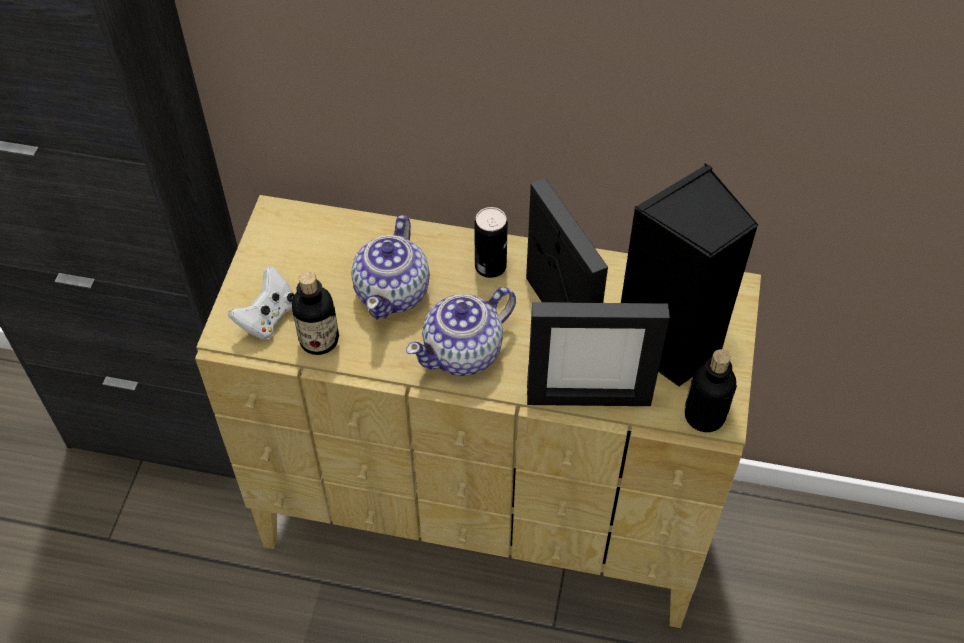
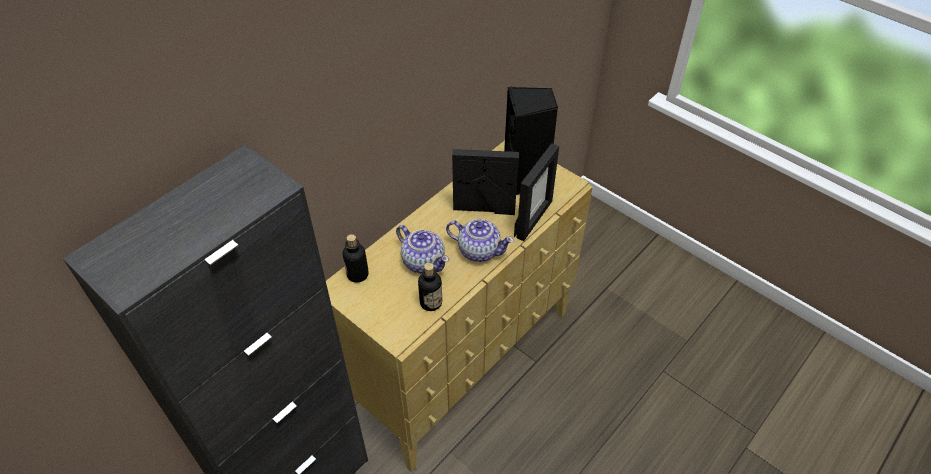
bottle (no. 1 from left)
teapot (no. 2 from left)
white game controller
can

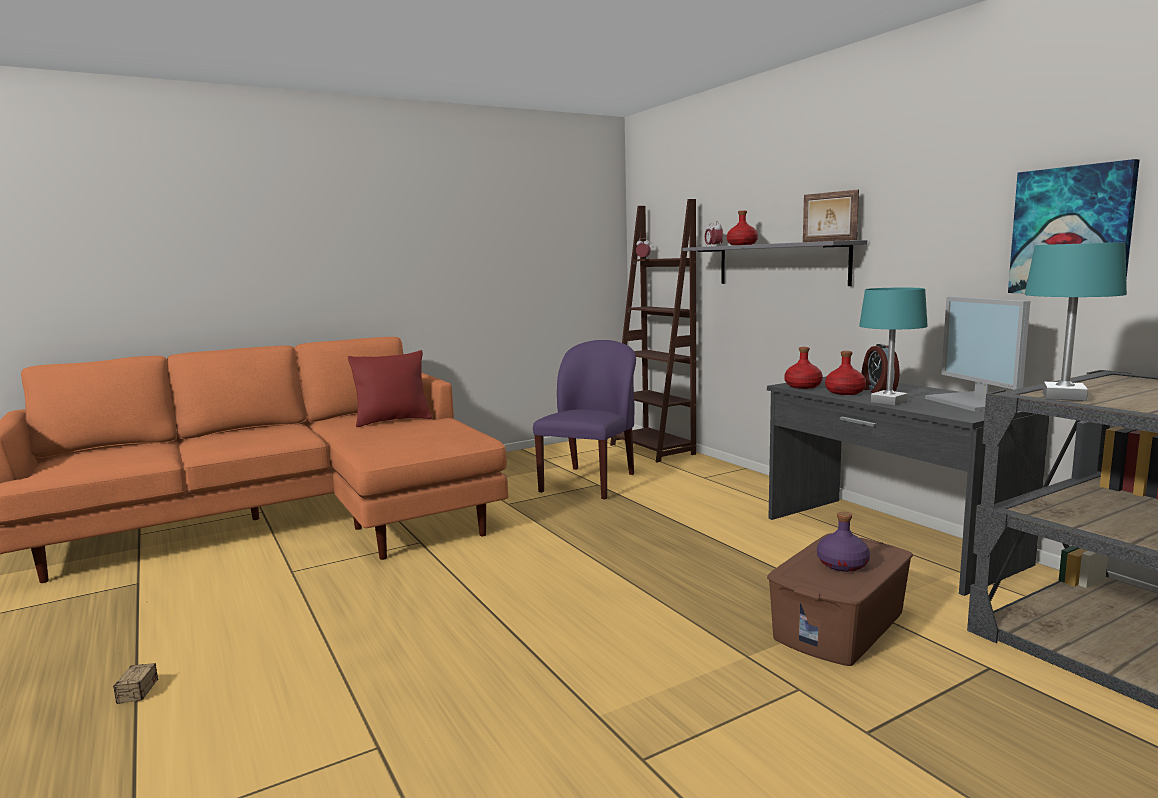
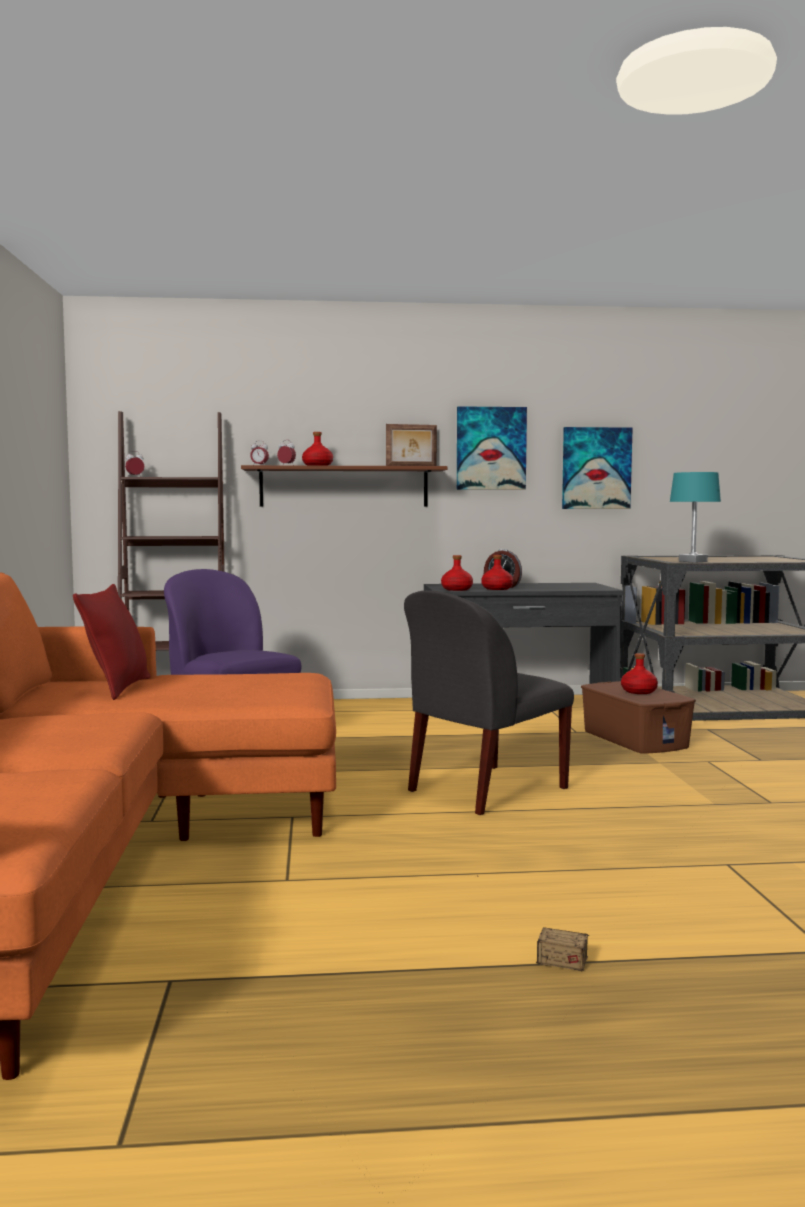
brown shelf
grey chair
picture (no. 1 from left)
red bottle (no. 4 from left)
turquoise table lamp (no. 1 from left in the first image)
monitor

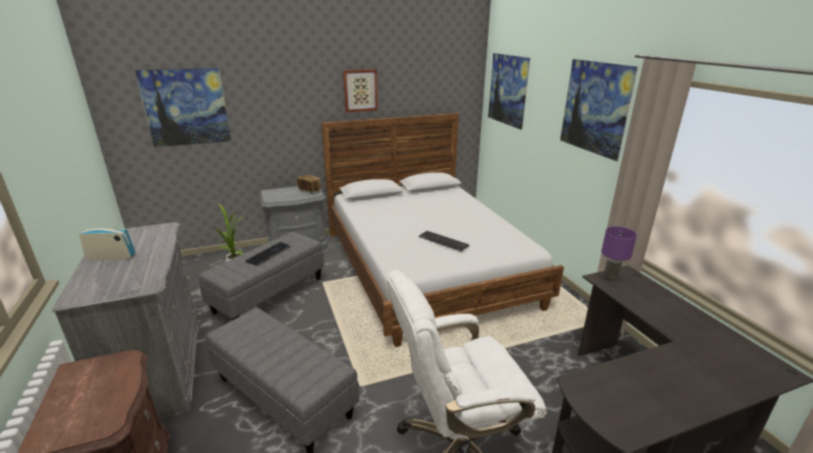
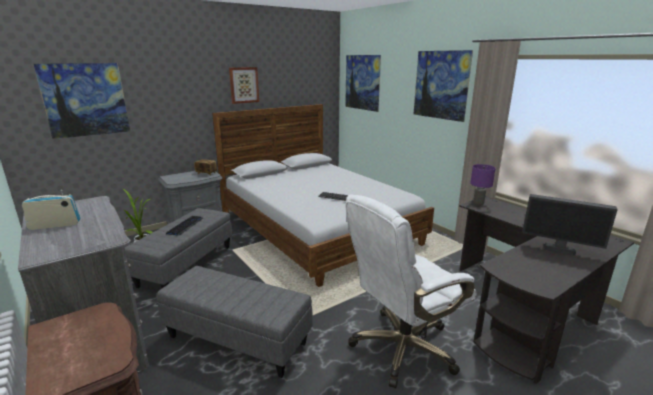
monitor

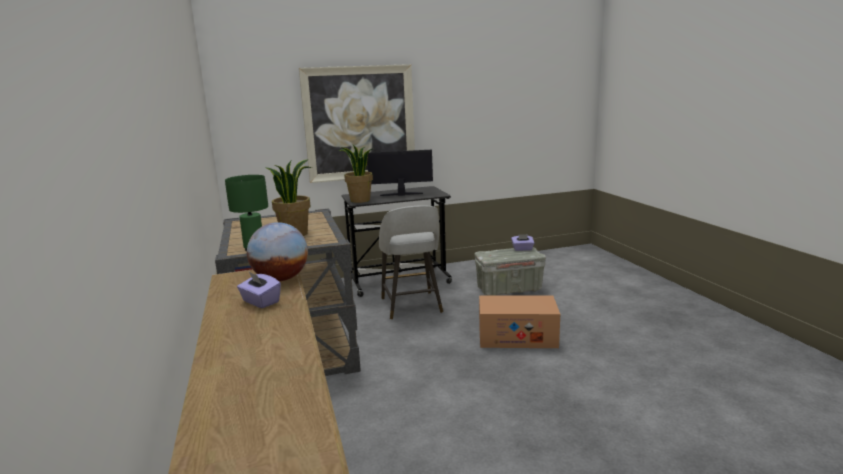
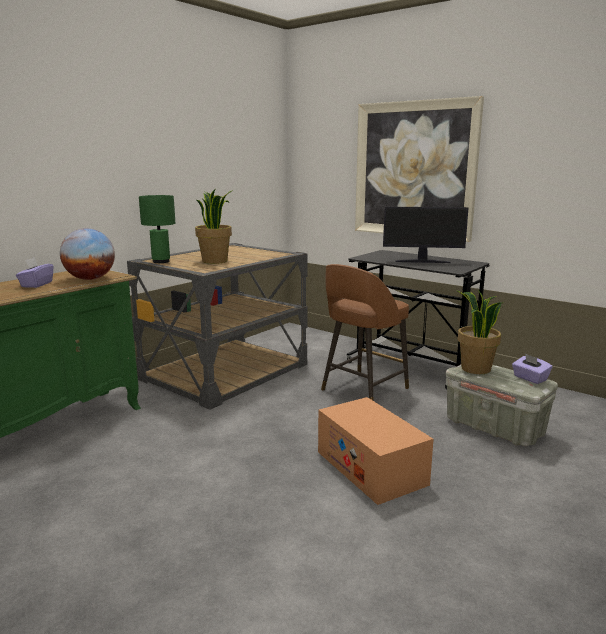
brown stool
monitor
potted plant (no. 2 from left)

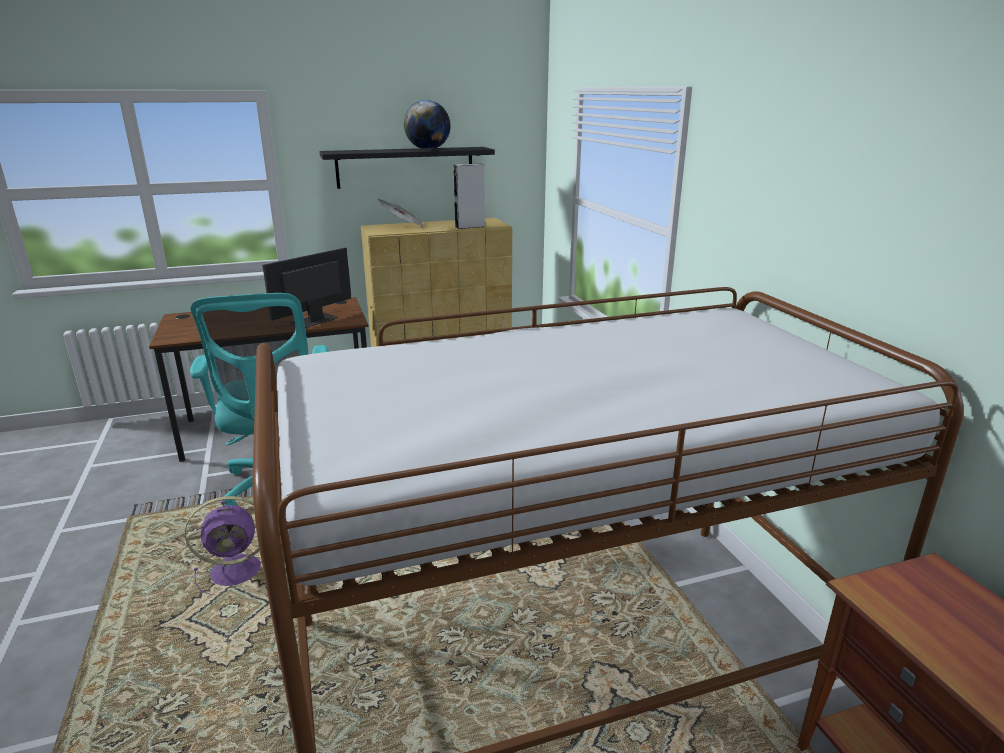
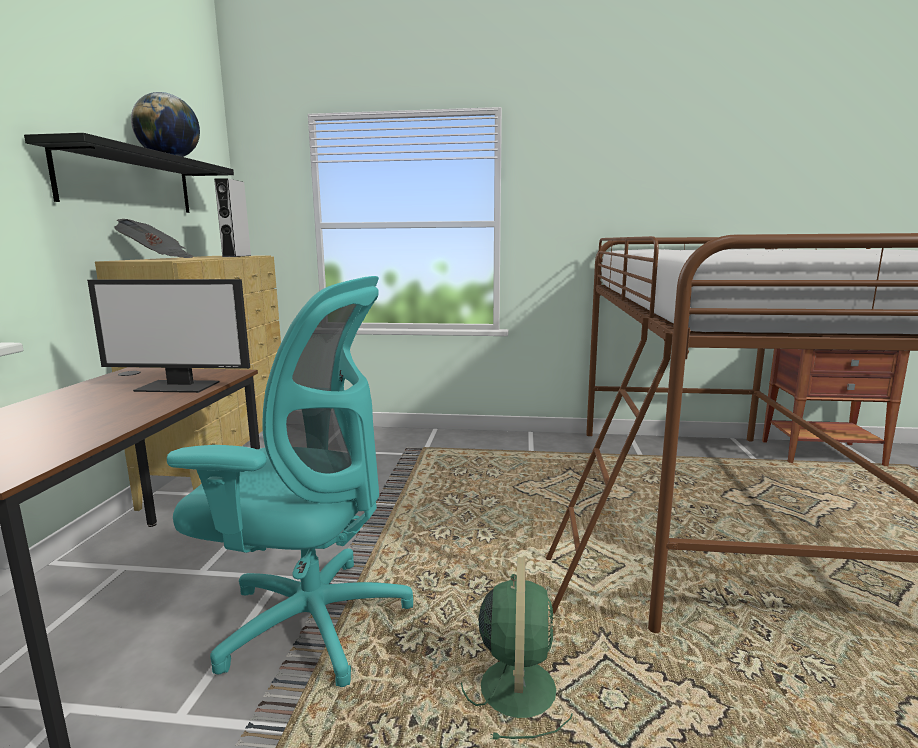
monitor
green fan

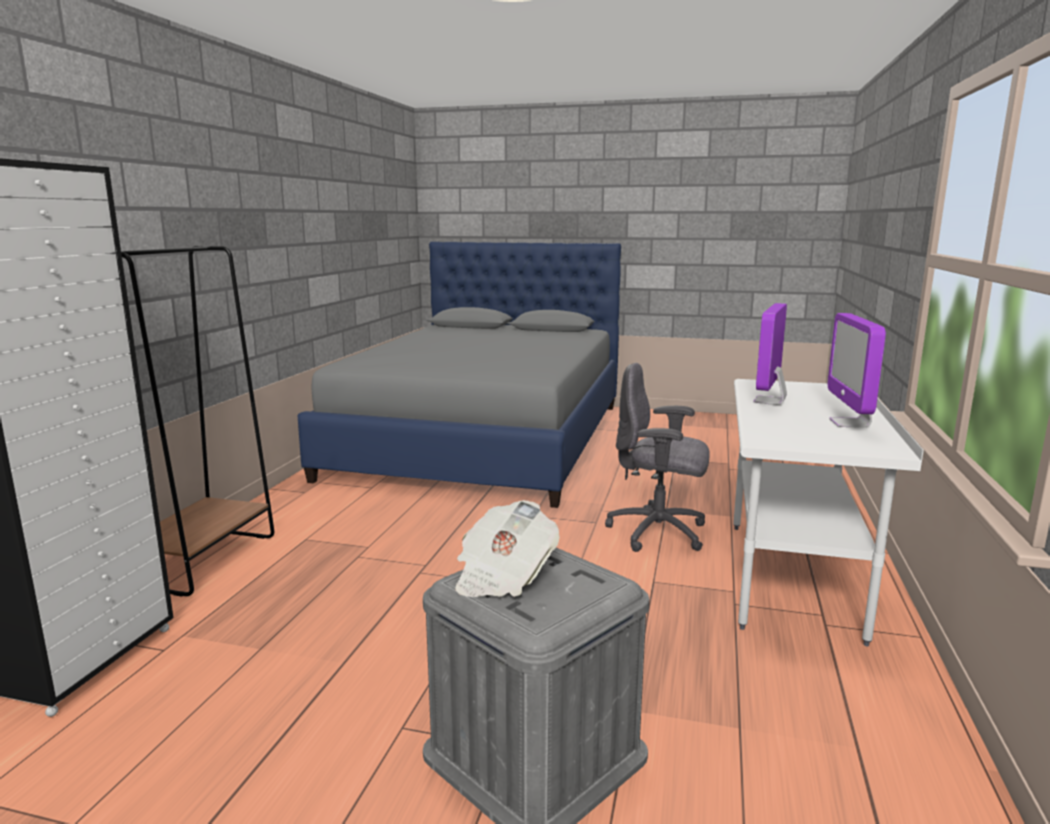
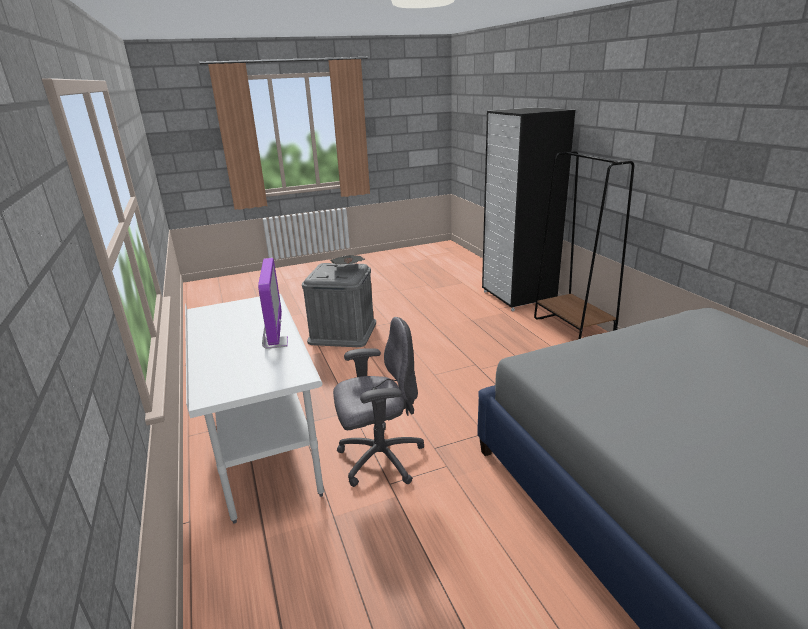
monitor (no. 2 from left in the first image)

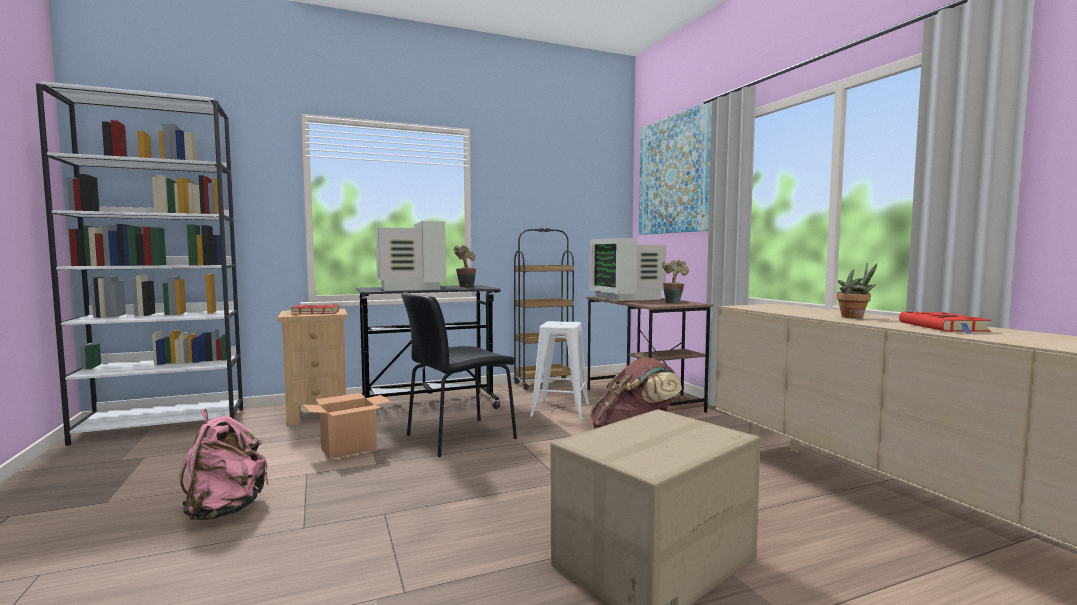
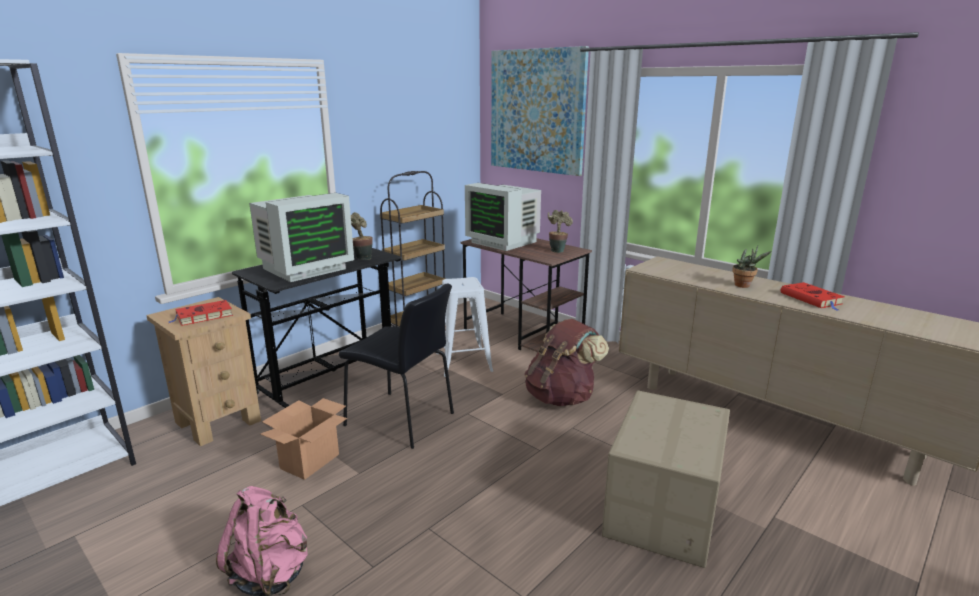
monitor (no. 1 from left)
black chair

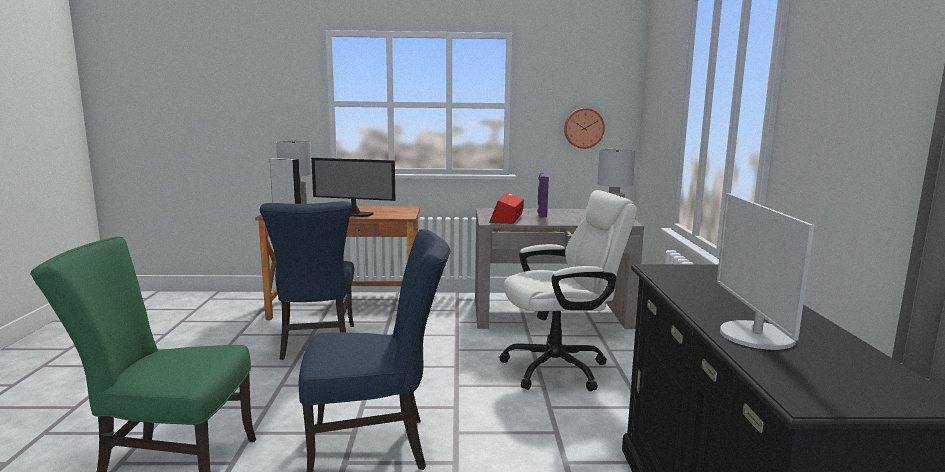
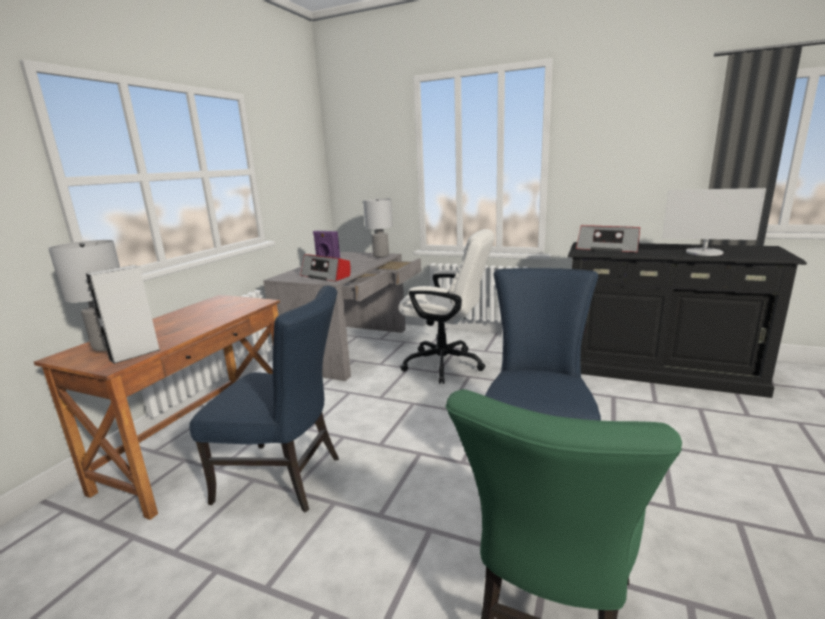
white office chair
radio (no. 2 from left)
monitor (no. 1 from left in the first image)
wall clock

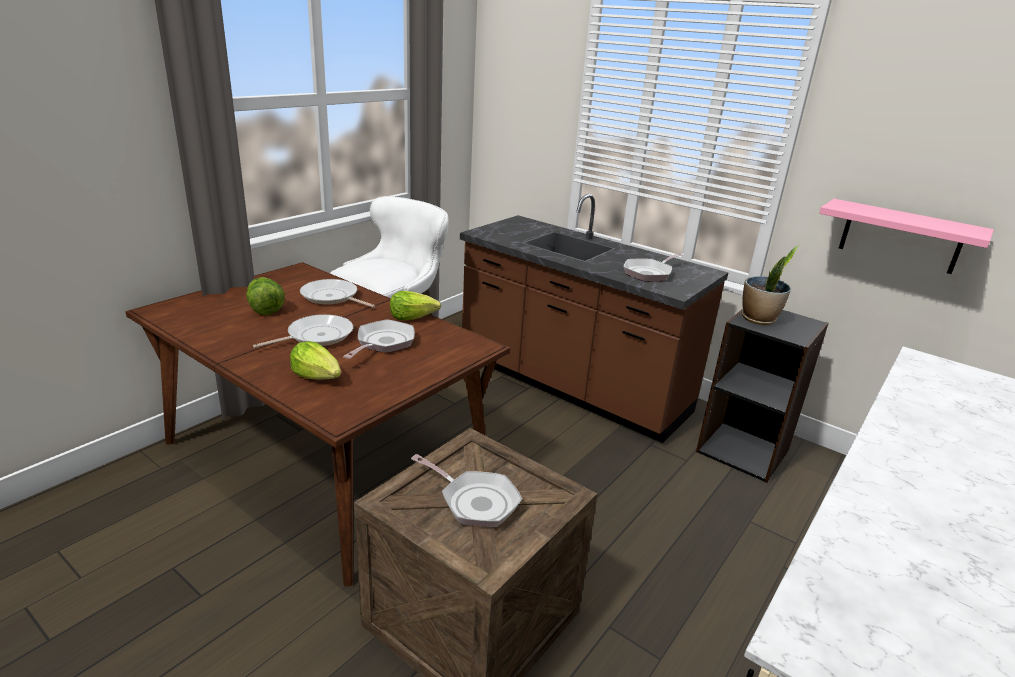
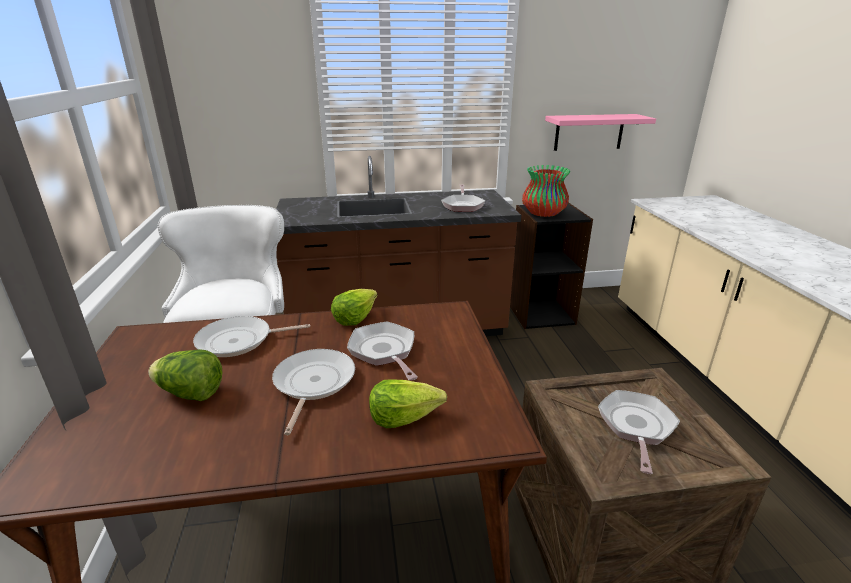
vase
frying pan (no. 5 from left)

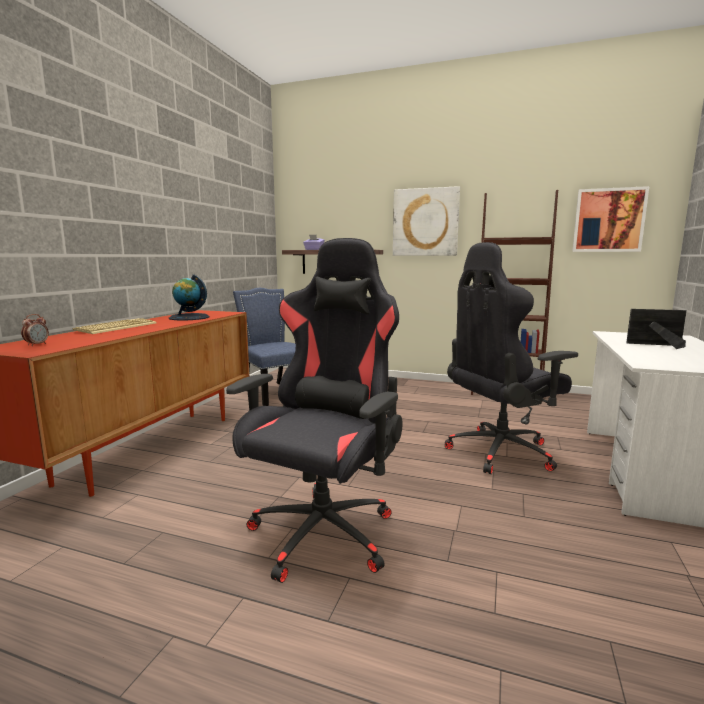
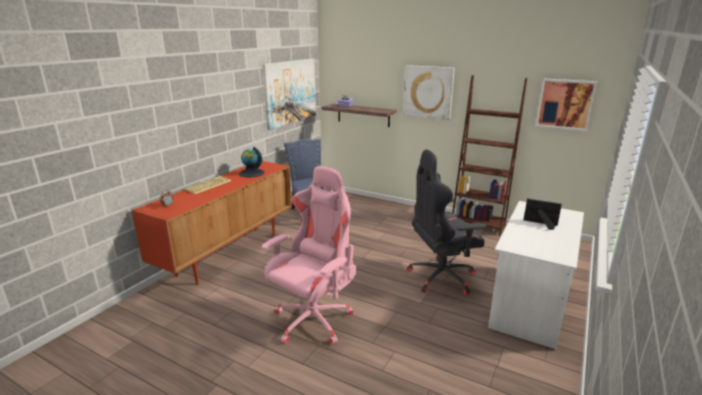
picture (no. 1 from left)
pink office chair

